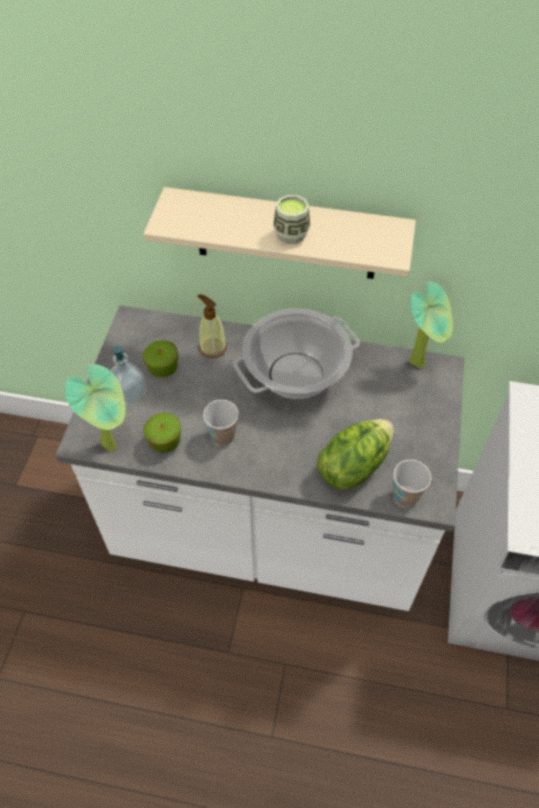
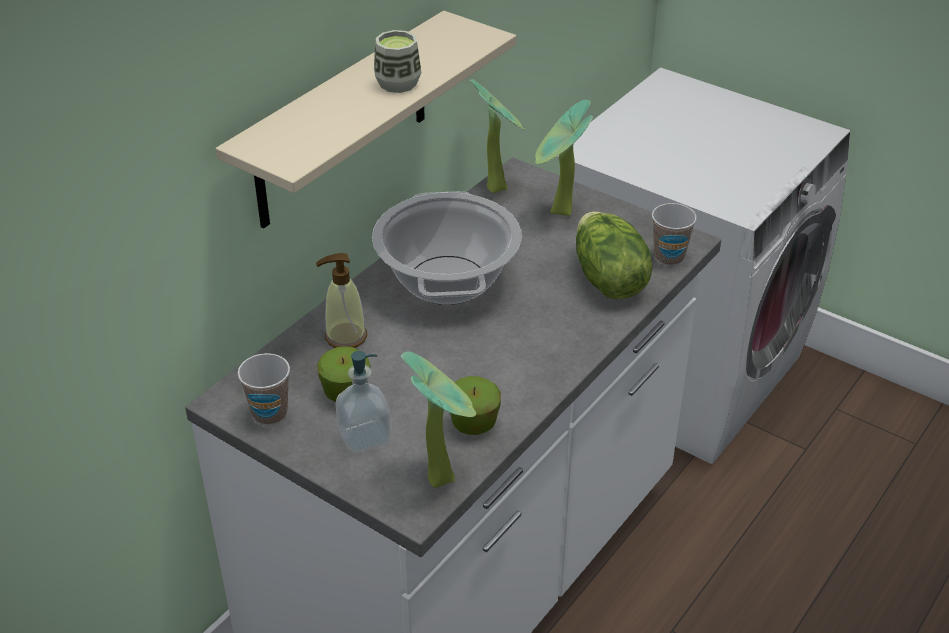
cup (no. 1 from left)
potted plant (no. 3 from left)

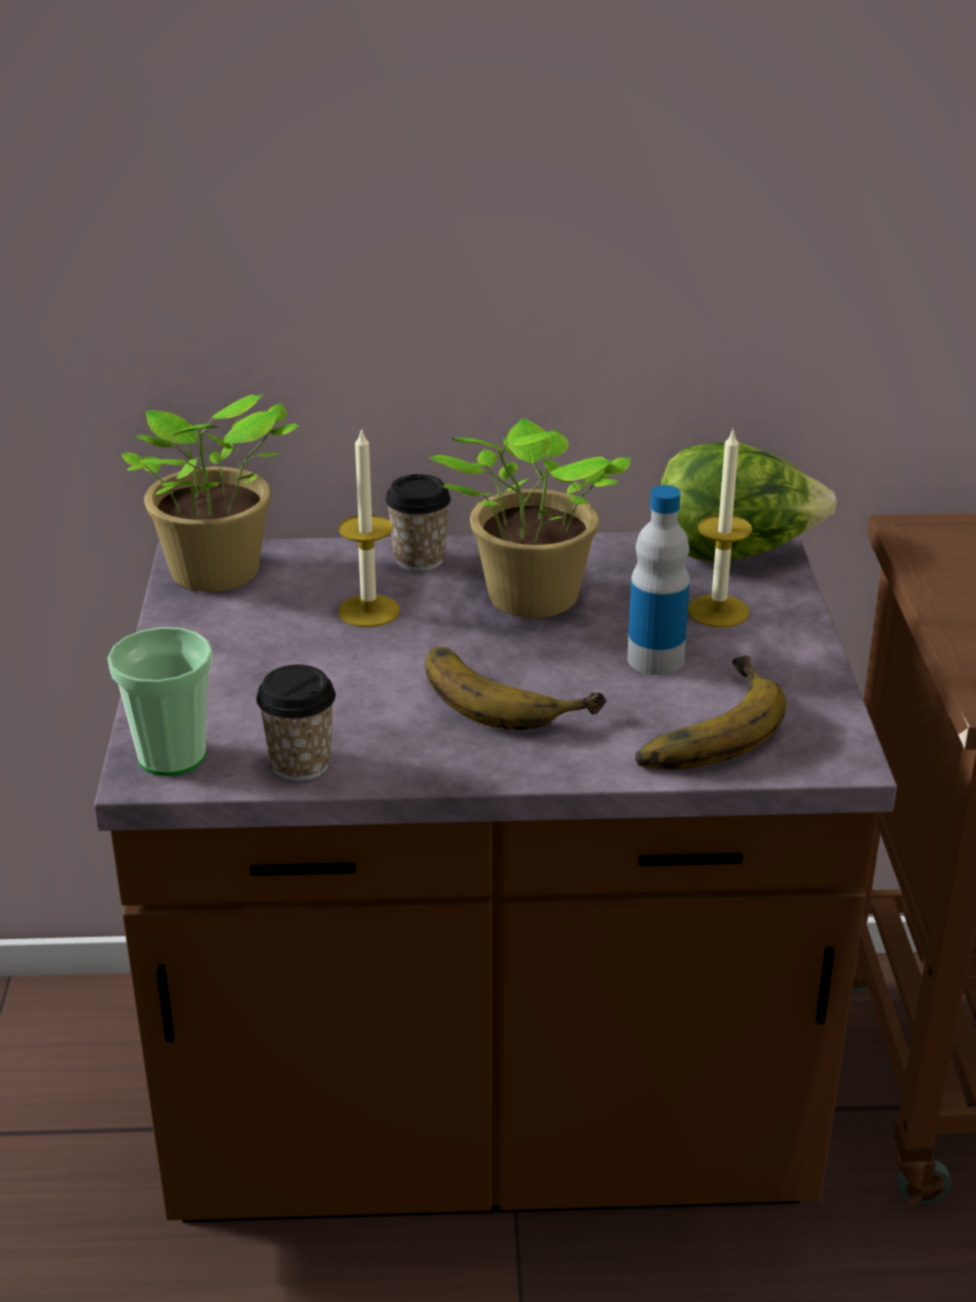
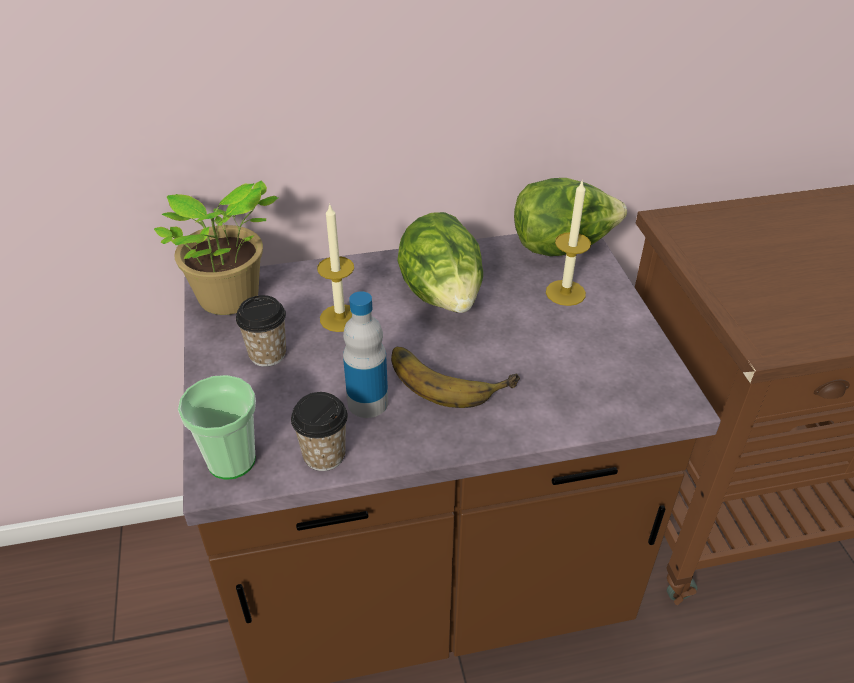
cup (no. 2 from left)
bottle
lettuce (no. 1 from left)
banana (no. 2 from left in the first image)

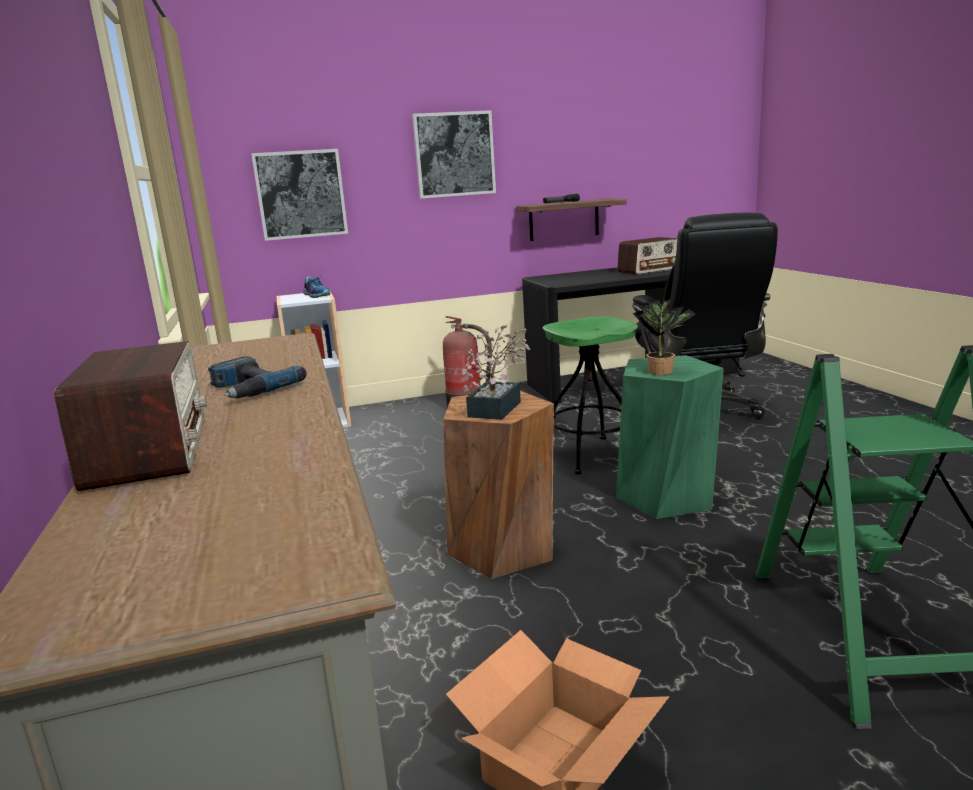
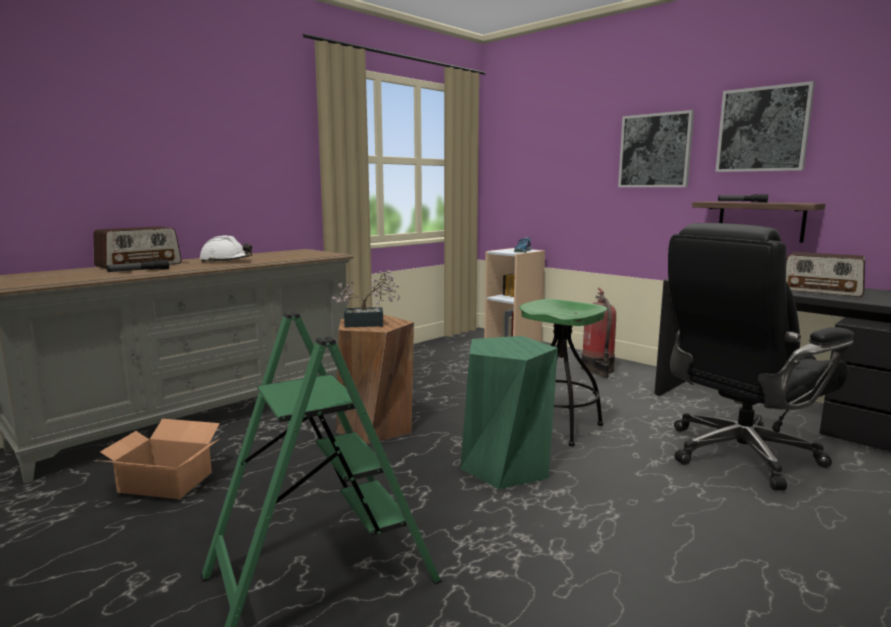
flashlight (no. 1 from left)
white hard hat
picture (no. 2 from left)
potted plant (no. 2 from left in the first image)

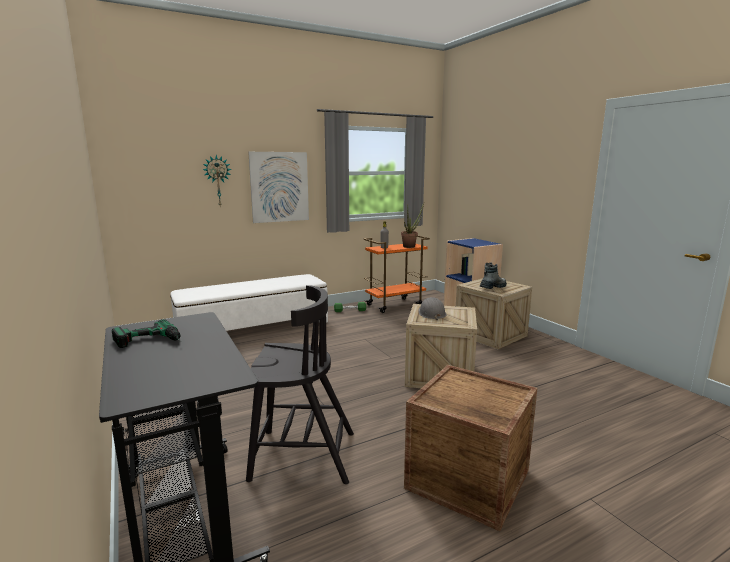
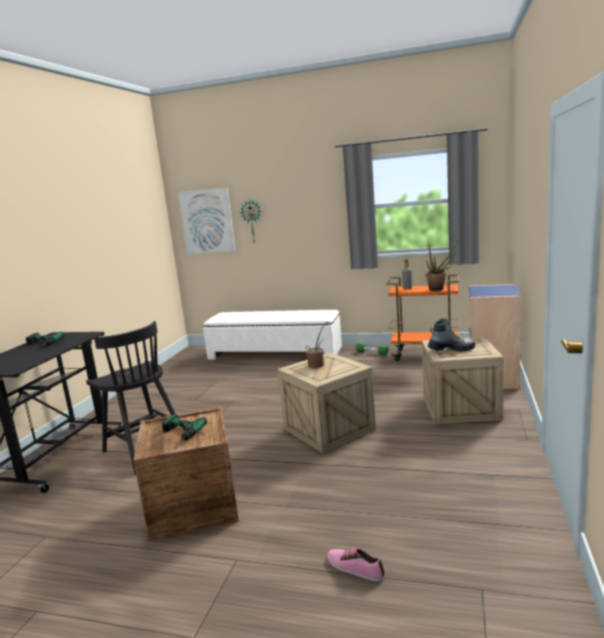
power drill (no. 2 from left)
picture
potted plant (no. 1 from left)
shoe

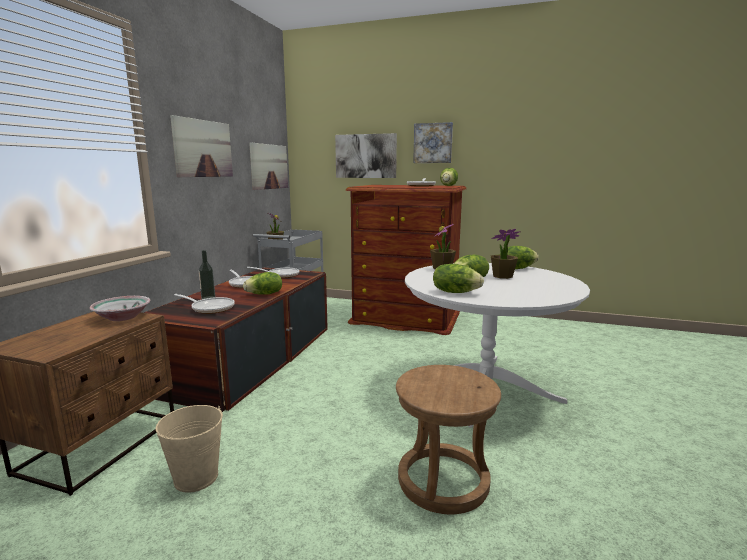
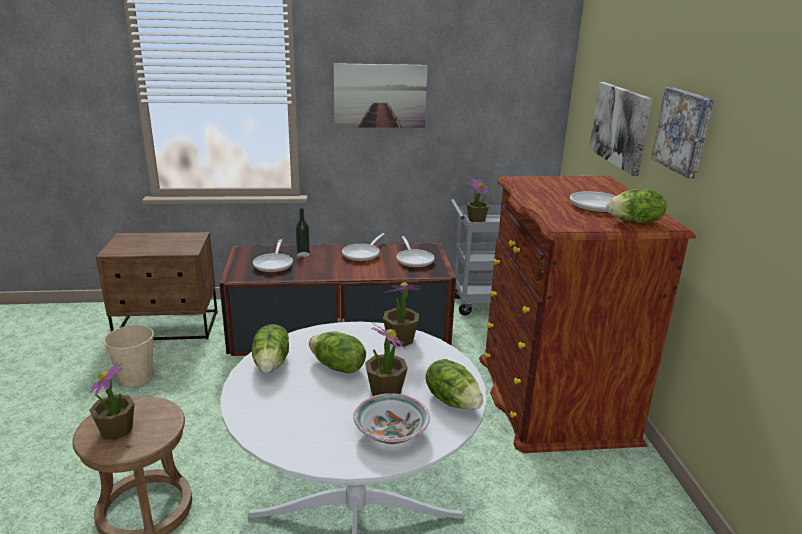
potted plant (no. 1 from left)
bowl
lettuce (no. 1 from left in the first image)
picture (no. 2 from left in the first image)

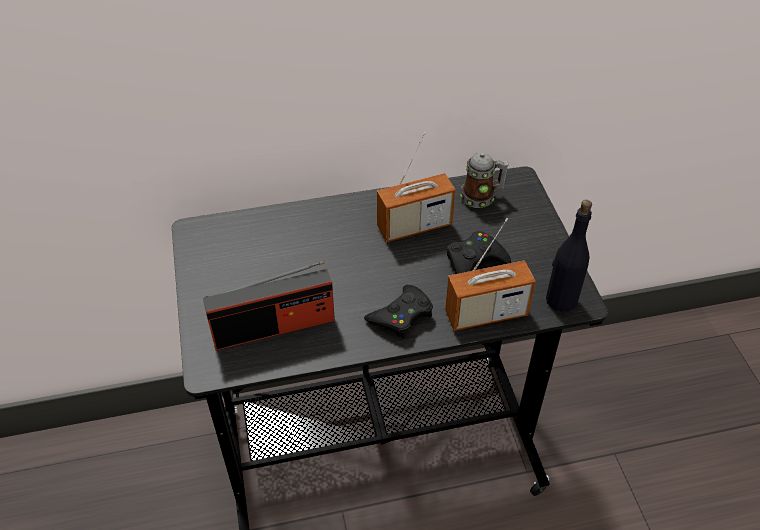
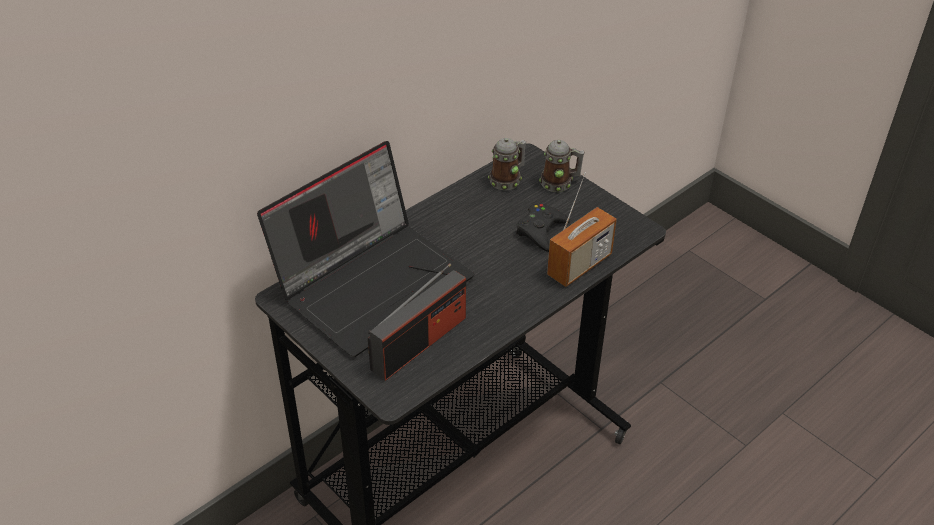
laptop
mug (no. 2 from left)
black game controller (no. 1 from left in the first image)
radio (no. 2 from left in the first image)
black bottle

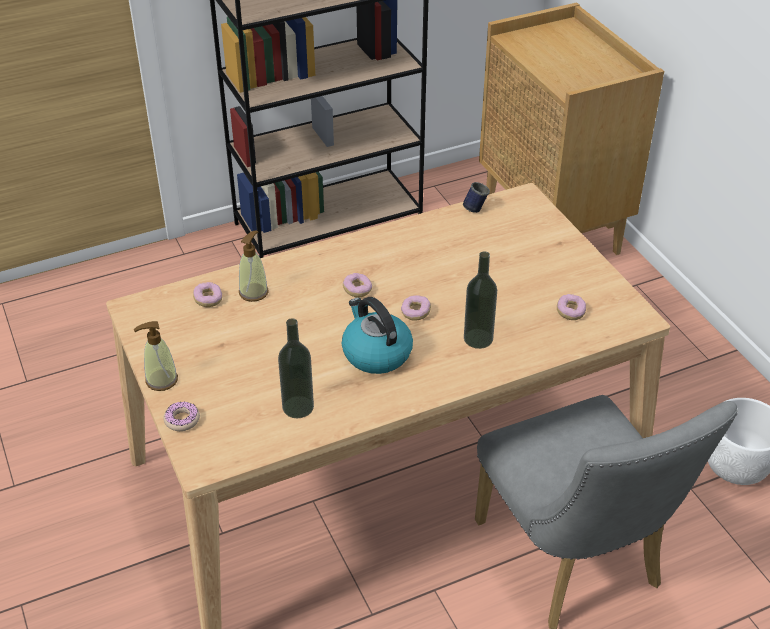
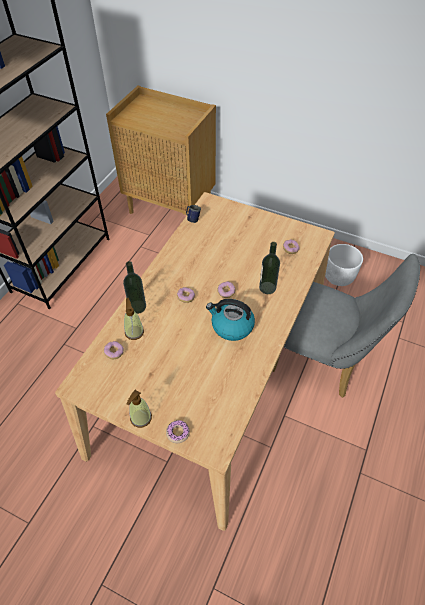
bottle (no. 1 from left)

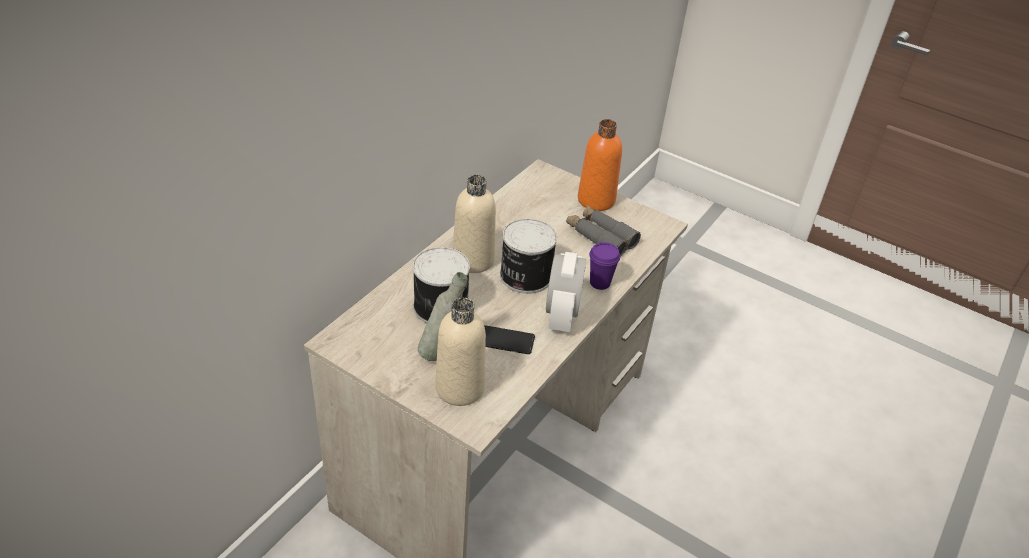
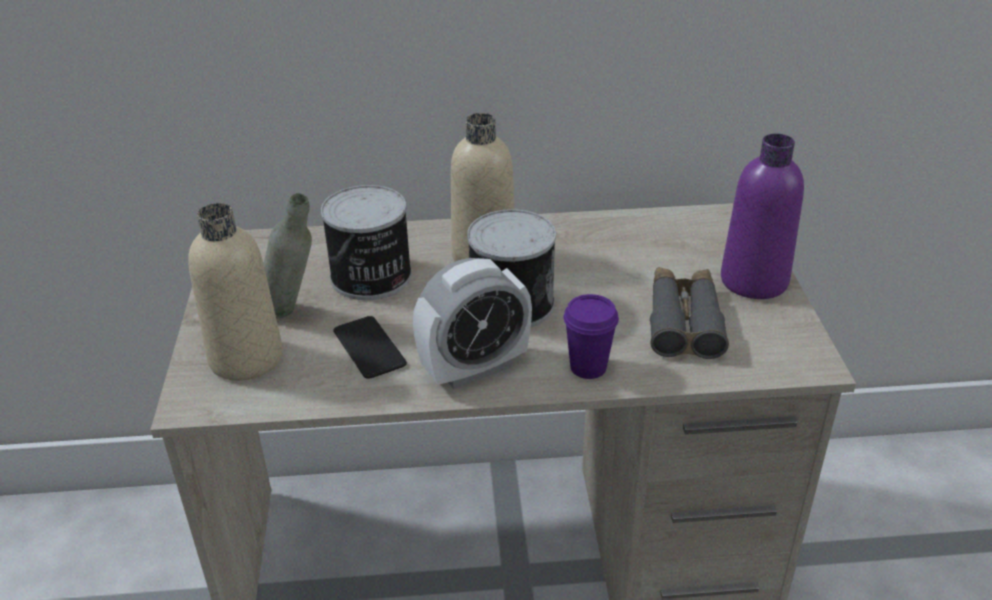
purple bottle

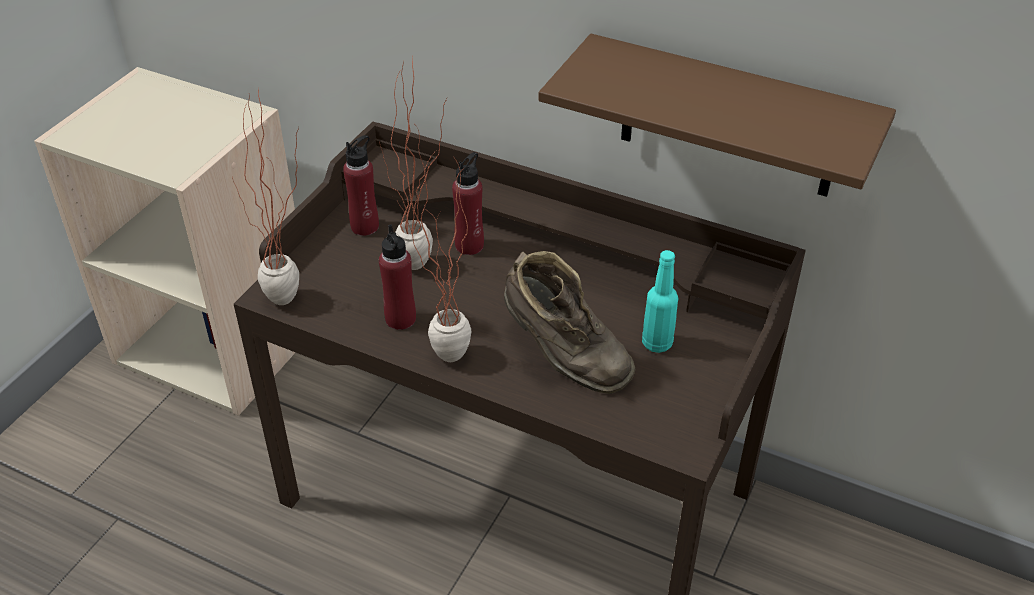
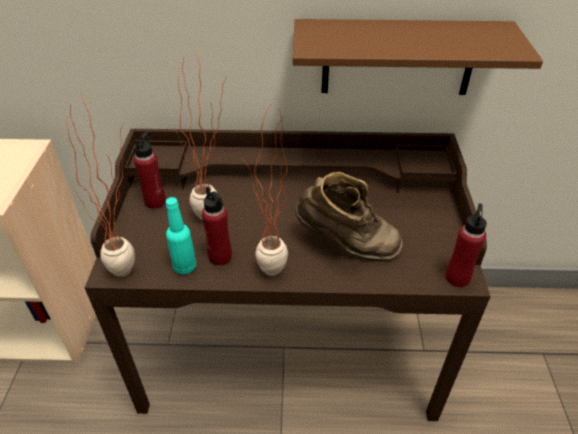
turquoise bottle
red bottle (no. 3 from left)

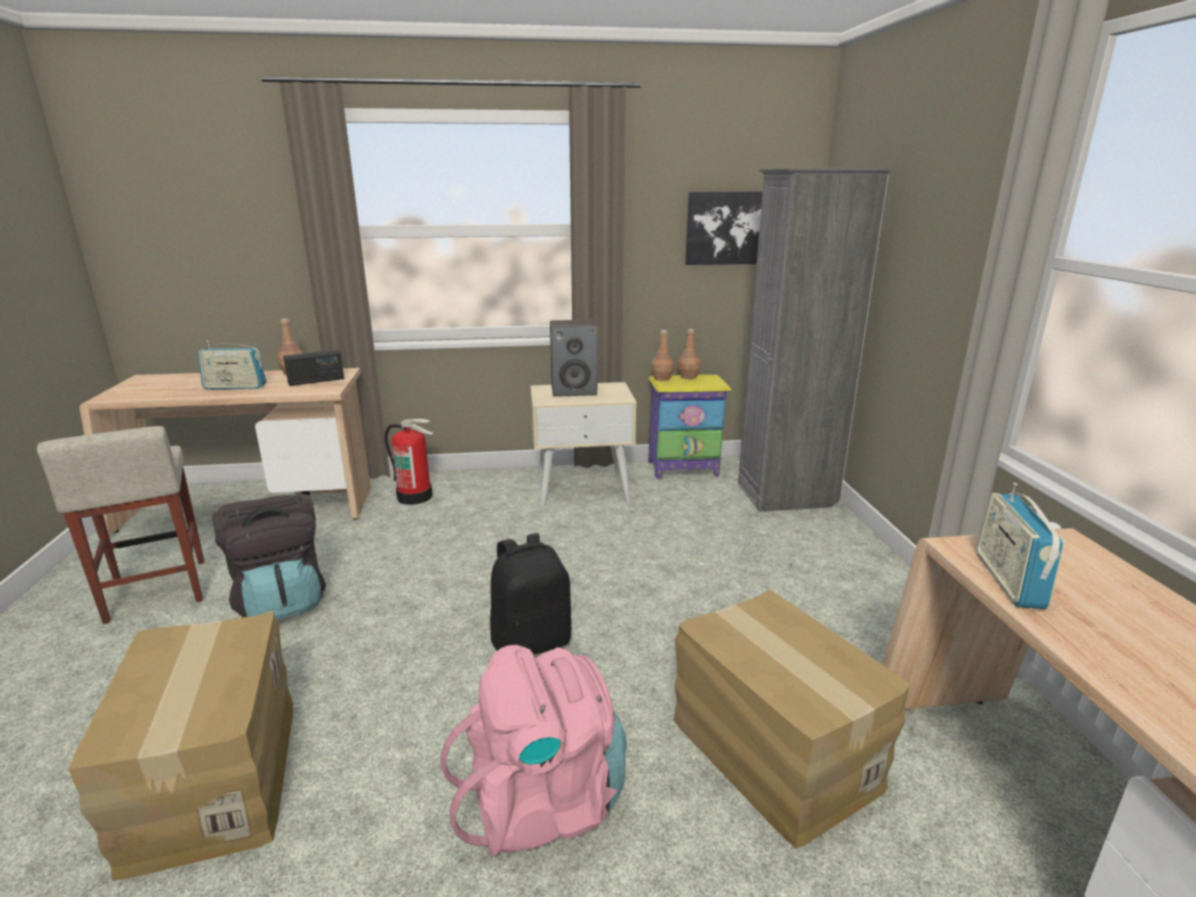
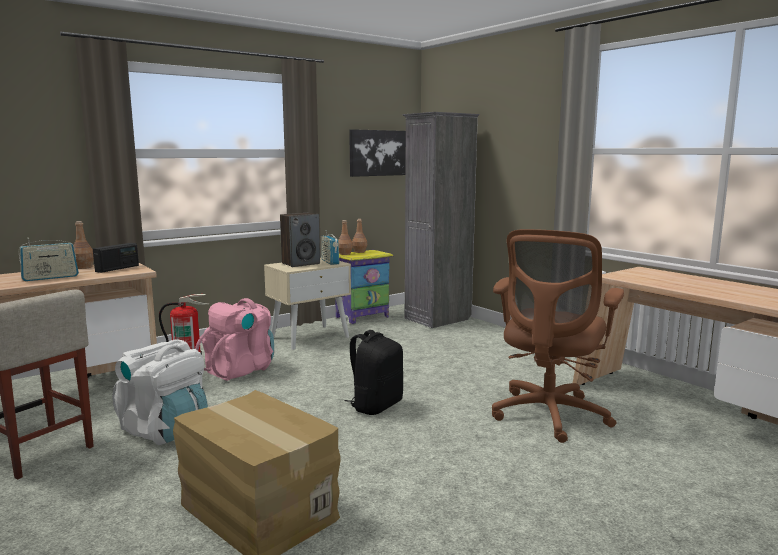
white backpack
pink backpack
radio (no. 3 from left)
brown office chair

